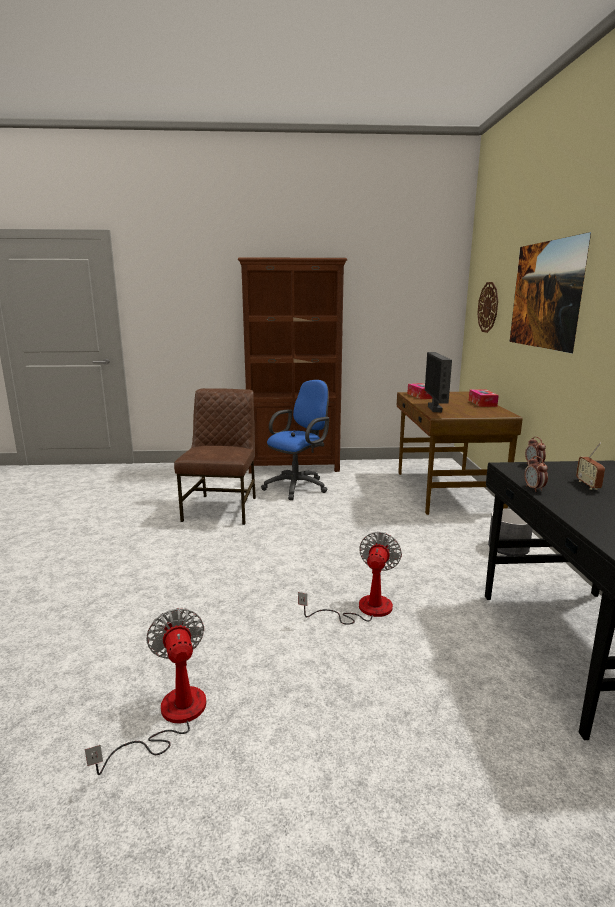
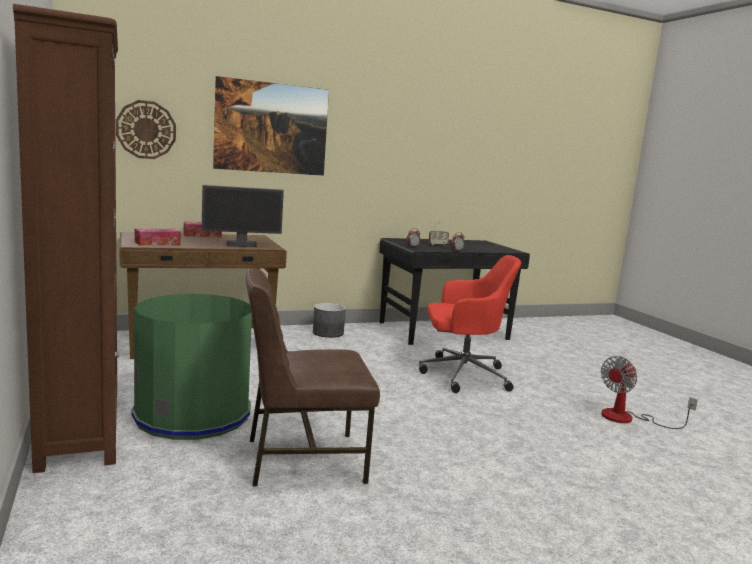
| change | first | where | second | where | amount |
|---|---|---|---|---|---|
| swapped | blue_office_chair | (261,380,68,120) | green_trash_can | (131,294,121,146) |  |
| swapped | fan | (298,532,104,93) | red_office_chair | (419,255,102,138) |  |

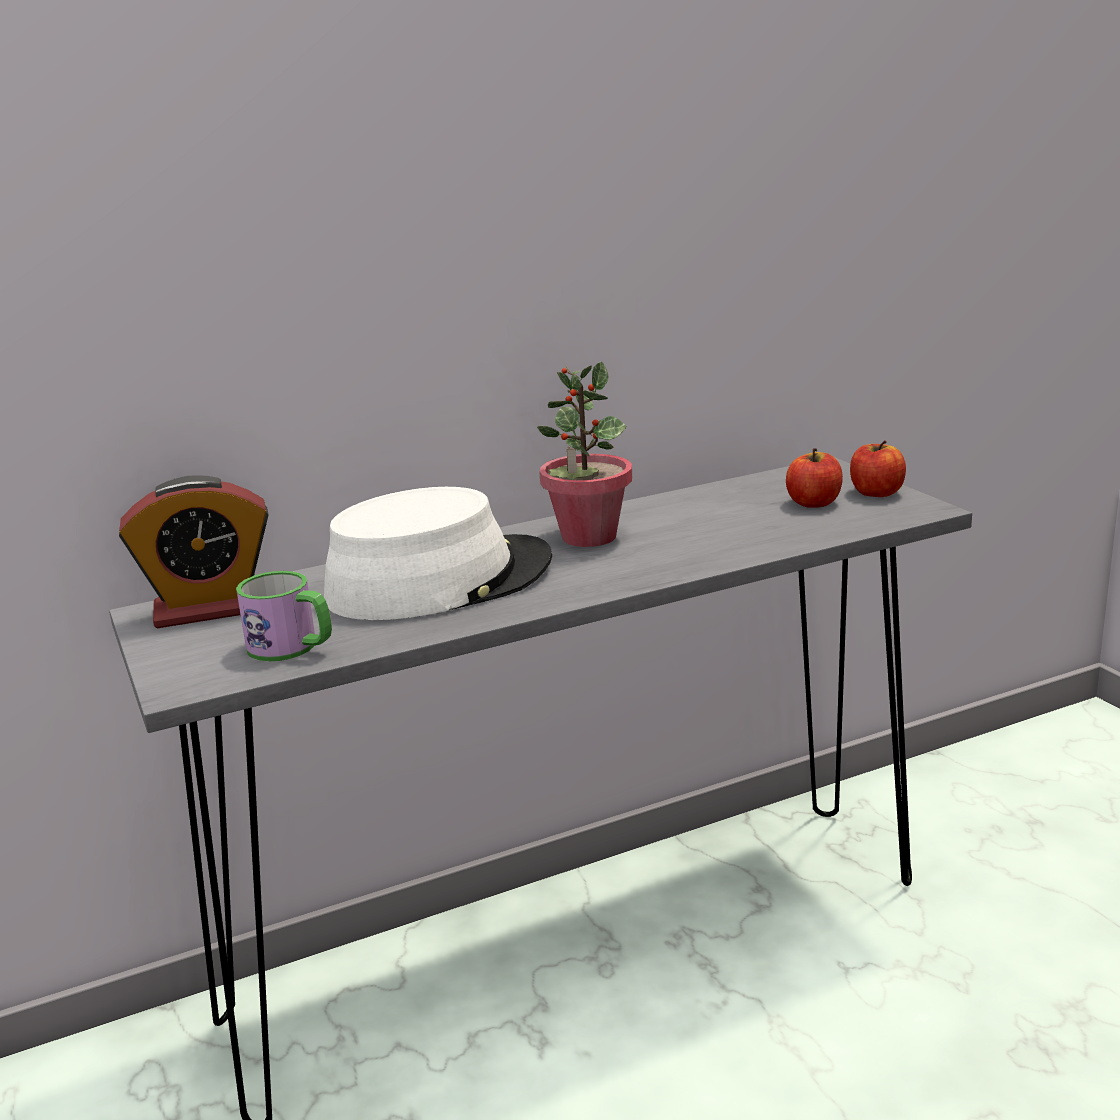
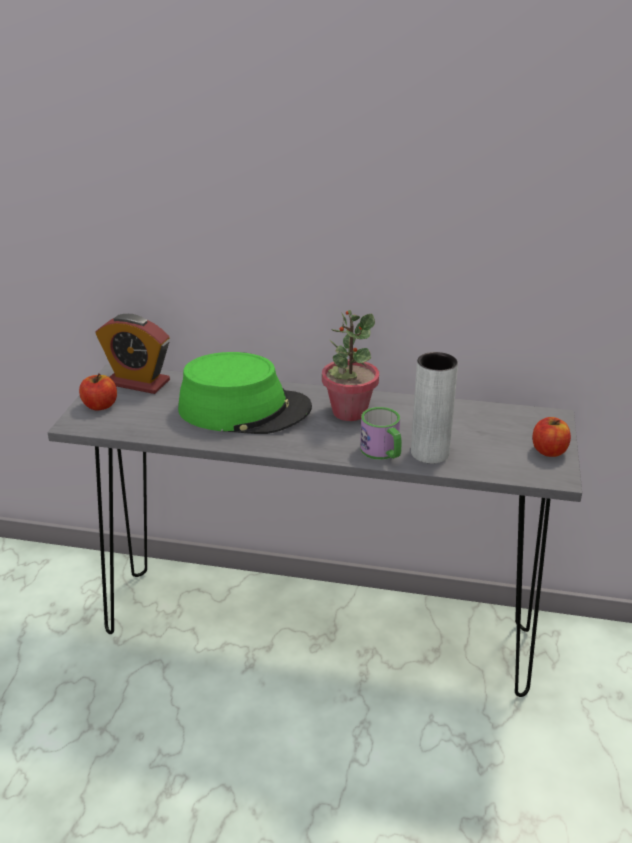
| change | first | where | second | where | amount |
|---|---|---|---|---|---|
| shifted | apple | (786,448,57,60) |  | (79,373,38,38) |  |
| repainted | white_hat | (324,487,228,133) | green_hat | (178,352,134,82) |  |
| shifted | mug | (236,571,96,91) |  | (360,407,42,52) |  |
| new |  |  | grey_vase | (411,352,47,112) |  |

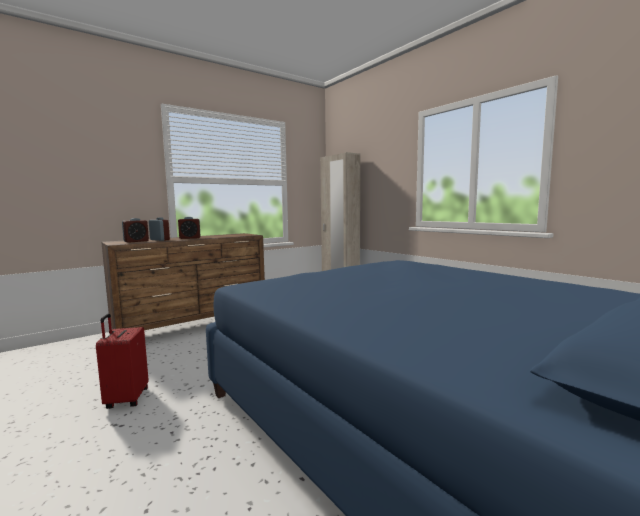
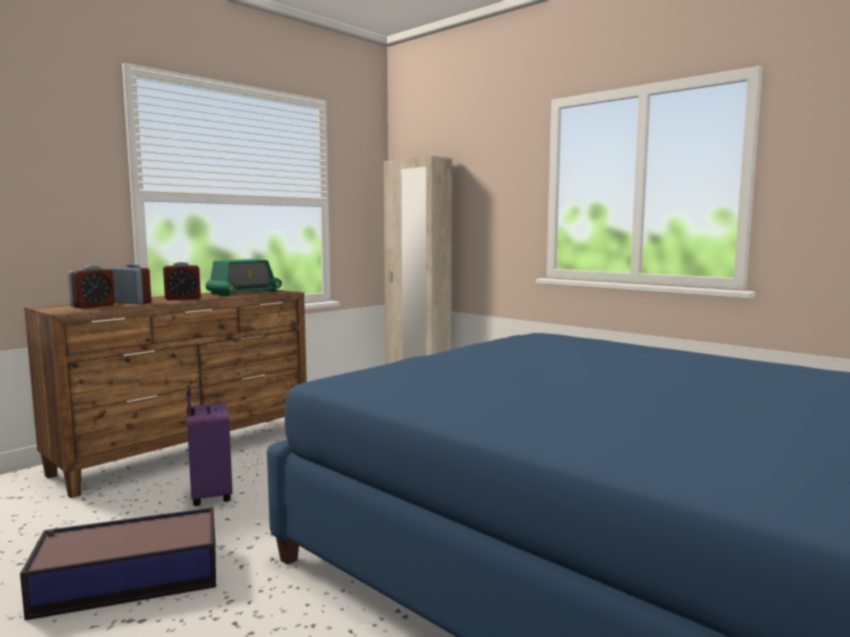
| change | first | where | second | where | amount |
|---|---|---|---|---|---|
| swapped | red_suitcase | (96,314,53,95) | storage_box | (20,507,196,113) |  |
| new |  |  | purple_suitcase | (186,385,47,121) |  |
| new |  |  | radio | (205,259,77,37) |  |

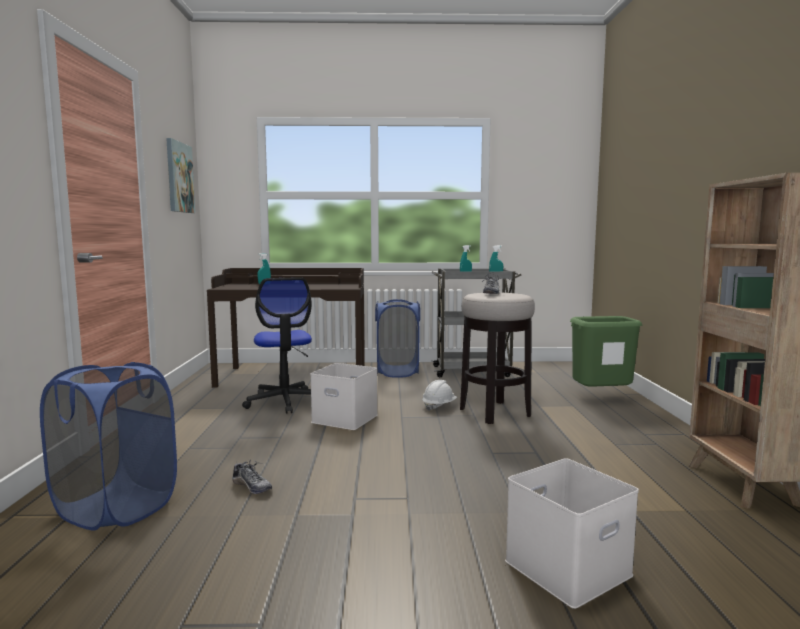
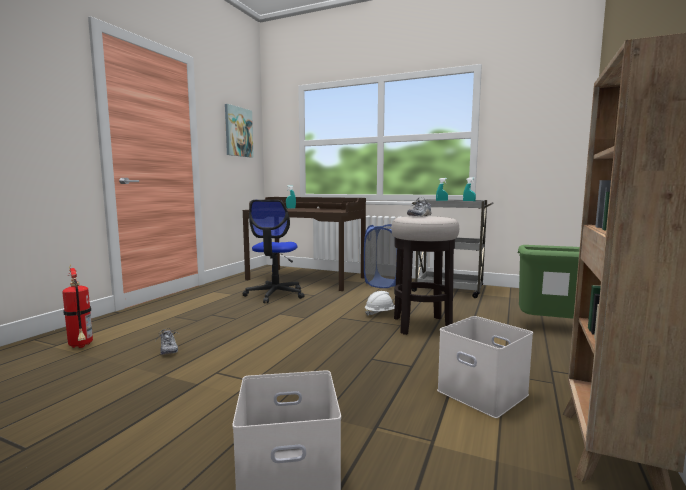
| change | first | where | second | where | amount |
|---|---|---|---|---|---|
| swapped | blue_laundry_basket | (40,362,137,169) | fire_extinguisher | (62,268,31,80) |  |
| shifted | white_storage_box | (310,363,67,67) |  | (437,316,96,102) |  |

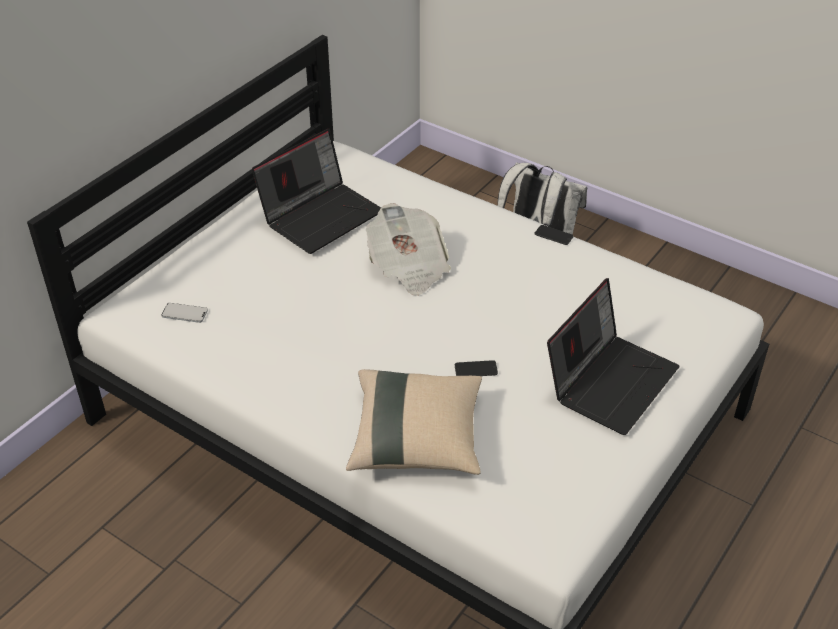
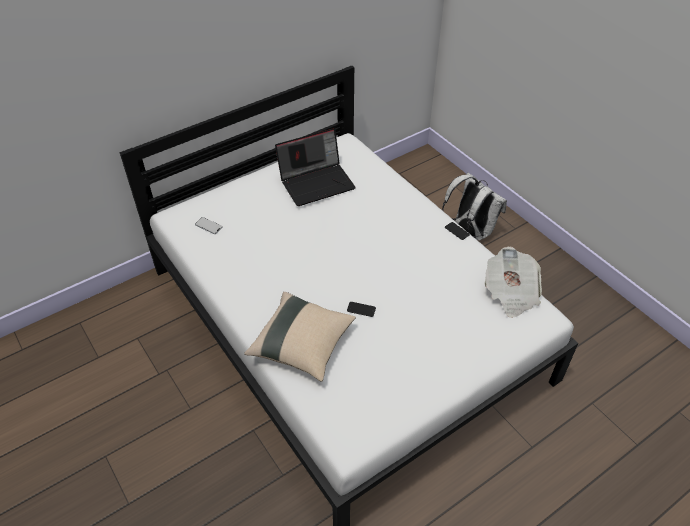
| change | first | where | second | where | amount |
|---|---|---|---|---|---|
| shifted | newspaper | (366,203,85,93) |  | (484,247,58,71) |  |
| gone | laptop | (547,278,133,157) |  |  |  |

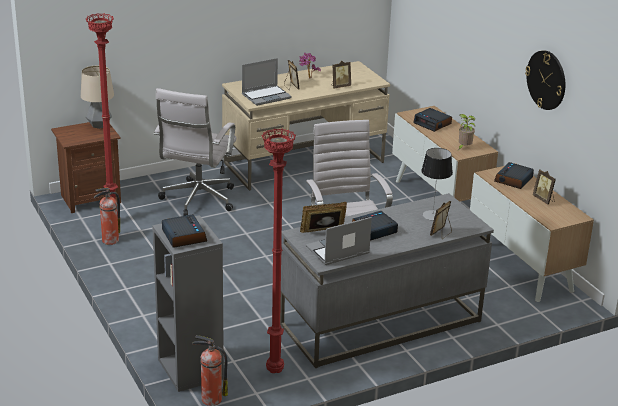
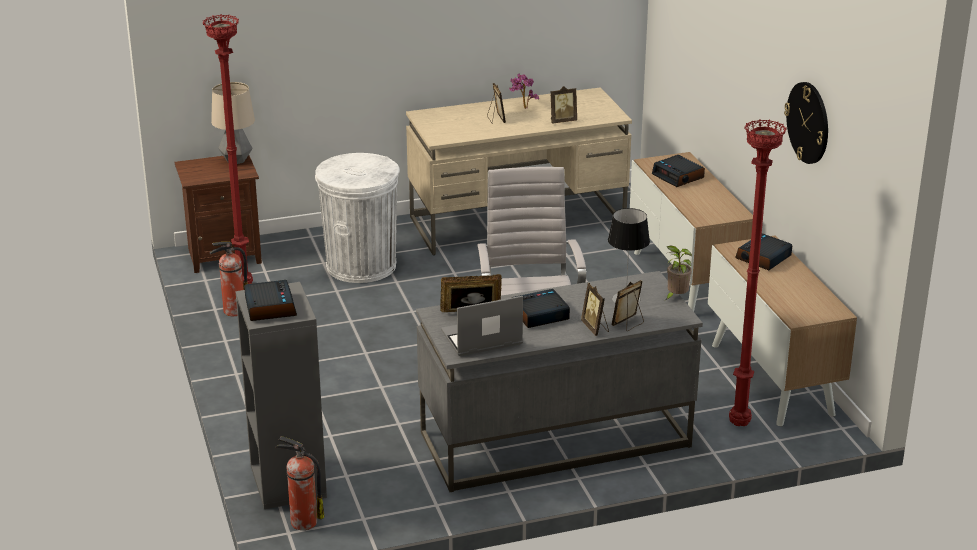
| change | first | where | second | where | amount |
|---|---|---|---|---|---|
| swapped | white_office_chair | (154,88,82,128) | white_trash_can | (315,153,85,130) |  |
| shifted | picture_frame | (533,169,23,36) |  | (581,283,28,53) |  |
| shifted | potted_plant | (458,114,17,36) |  | (666,246,26,54) |  |
| shifted | red_floor_lamp | (262,128,34,245) |  | (729,119,58,307) |  |
| gone | laptop | (242,58,50,48) |  |  |  |

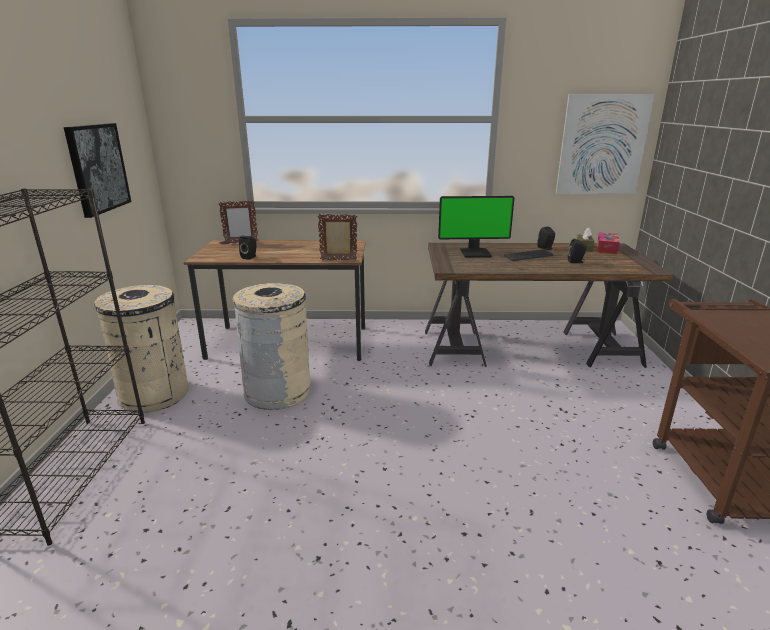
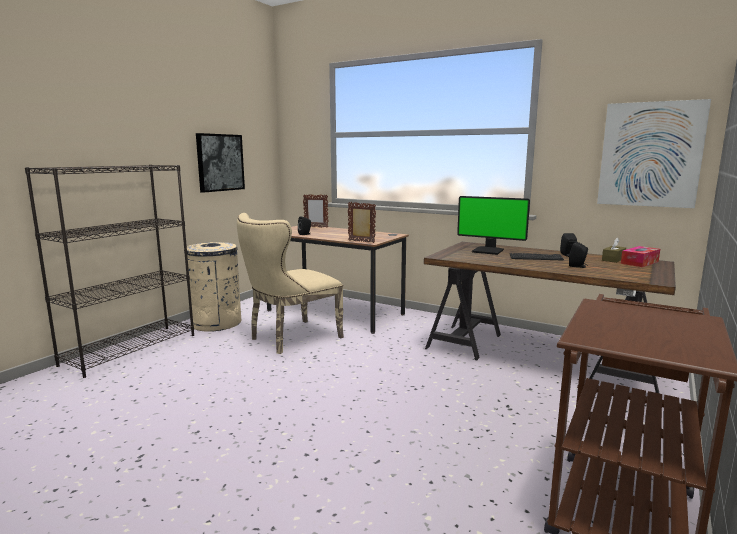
| change | first | where | second | where | amount |
|---|---|---|---|---|---|
| swapped | beige_trash_can | (233,283,77,127) | beige_chair | (237,213,107,141) |  |

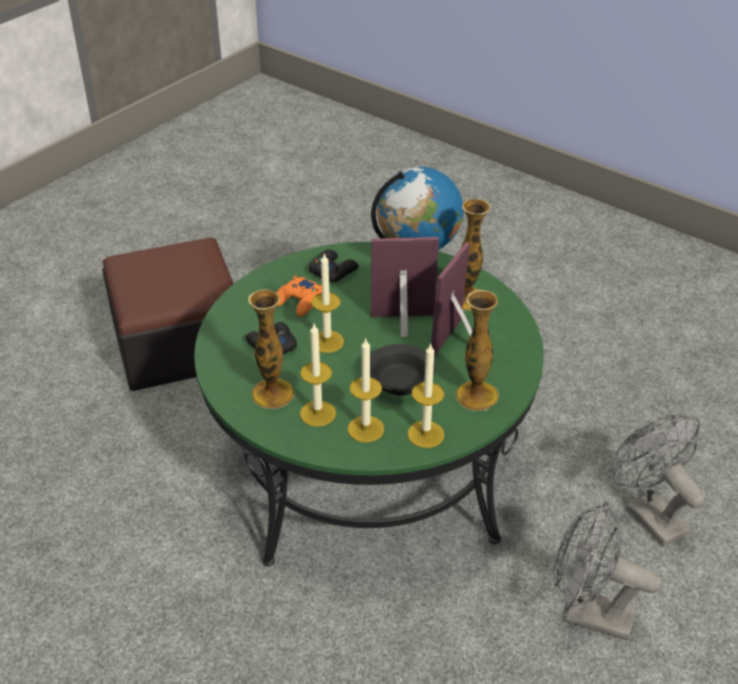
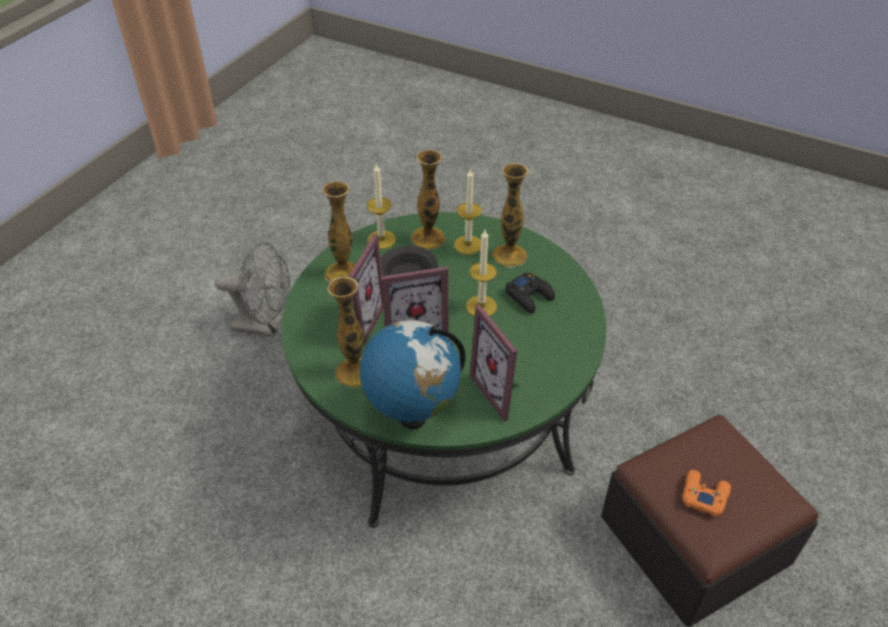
| change | first | where | second | where | amount |
|---|---|---|---|---|---|
| swapped | candle | (348,339,36,104) | vase | (411,150,34,100) |  |
| swapped | black_game_controller | (309,249,50,33) | picture_frame | (470,305,49,116) |  |
| shifted | orange_game_controller | (276,276,46,41) |  | (682,470,49,47) |  |
| gone | grey_fan | (612,414,92,132) |  |  |  |

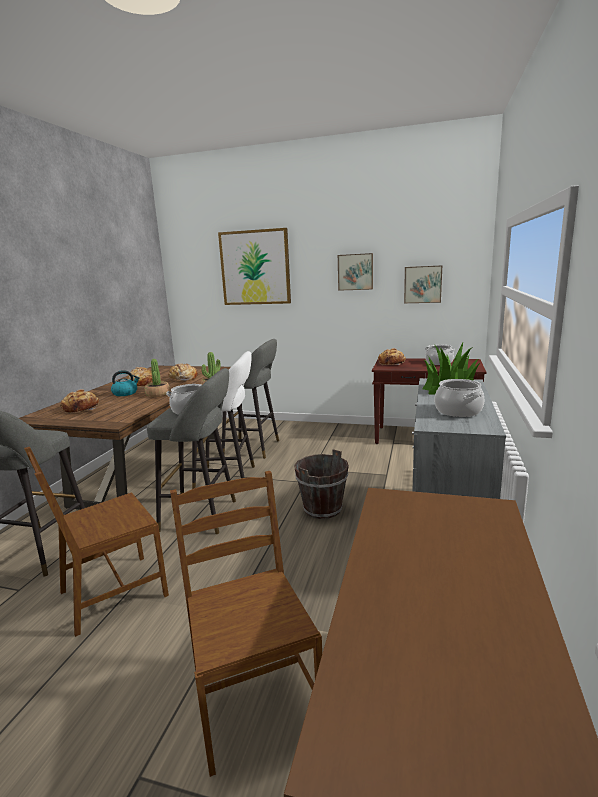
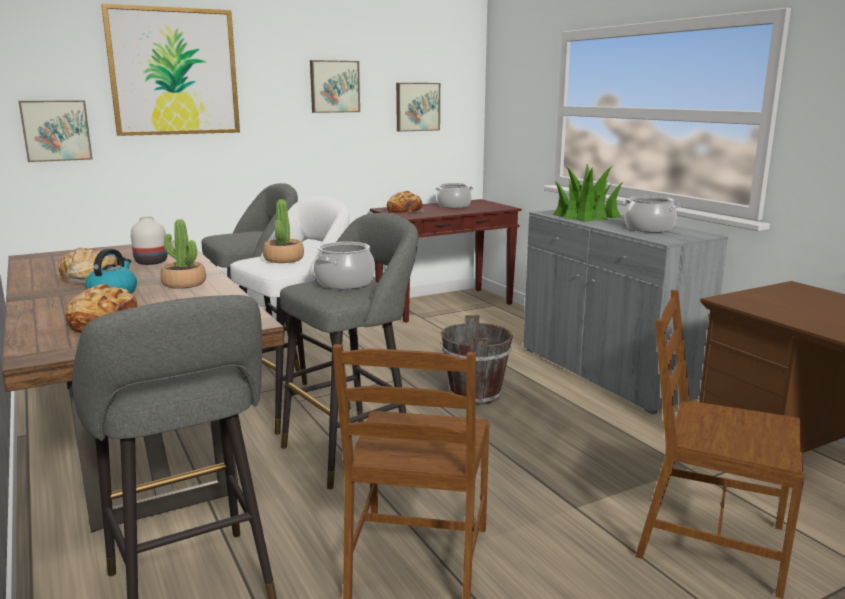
| change | first | where | second | where | amount |
|---|---|---|---|---|---|
| new |  |  | picture | (19,100,74,62) |  |
| swapped | bread | (168,363,30,18) | white_vase | (131,216,37,49) |  |

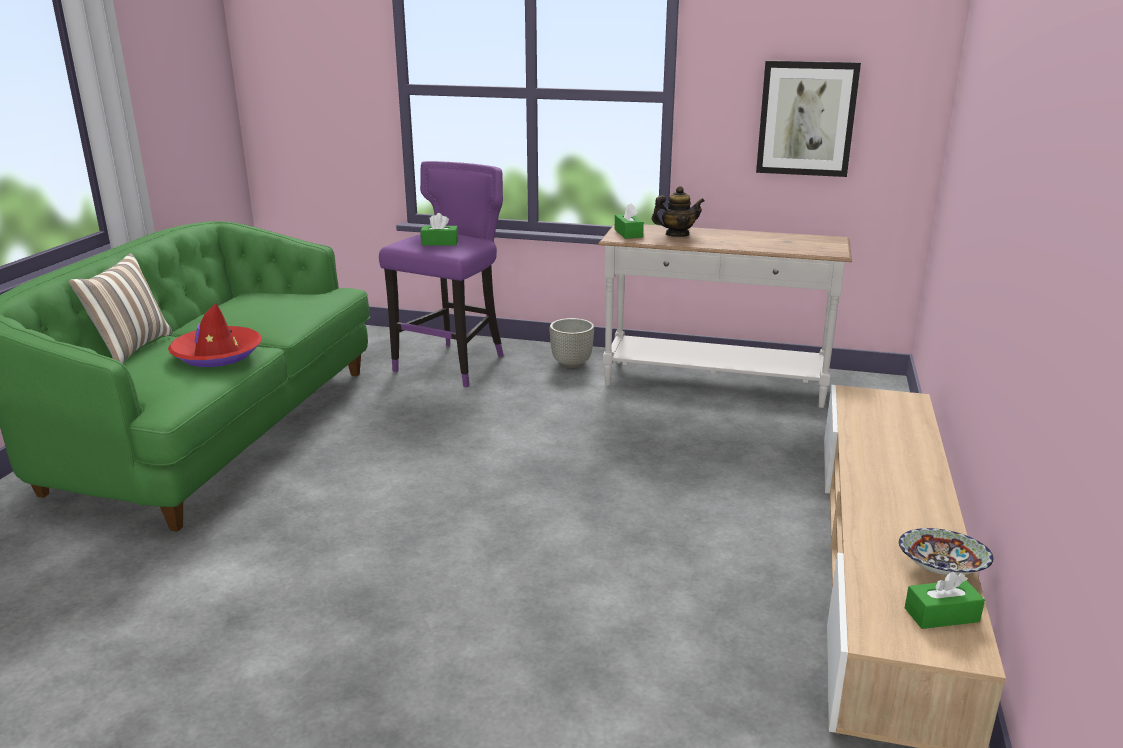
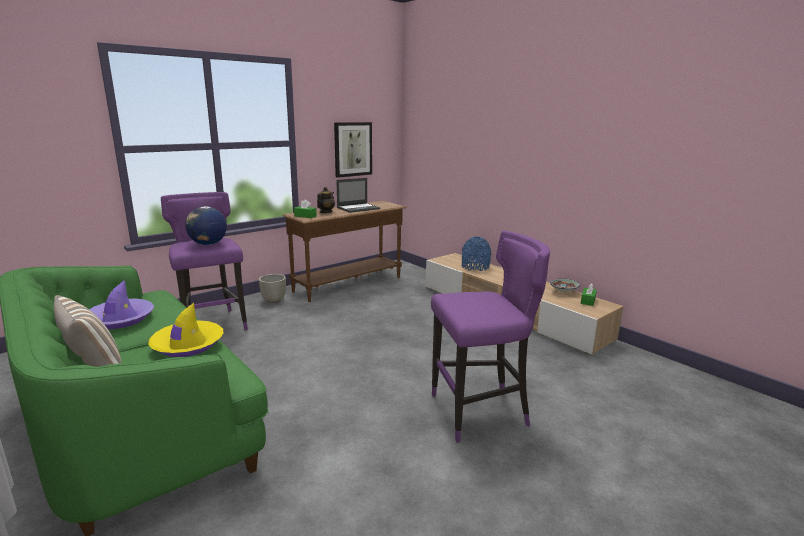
| change | first | where | second | where | amount |
|---|---|---|---|---|---|
| new |  |  | purple_hat | (89,280,65,49) |  |
| repainted | red_hat | (168,303,94,64) | yellow_hat | (148,303,76,54) |  |
| swapped | green_tissue_box | (420,213,38,33) | globe | (185,206,42,39) |  |
| repainted | white_console_table | (598,224,254,184) | brown_console_table | (283,201,124,101) |  |
| new |  |  | laptop | (336,178,44,35) |  |
| new |  |  | purple_stool | (431,231,119,212) |  |
| new |  |  | blue_vase | (462,237,29,34) |  |

